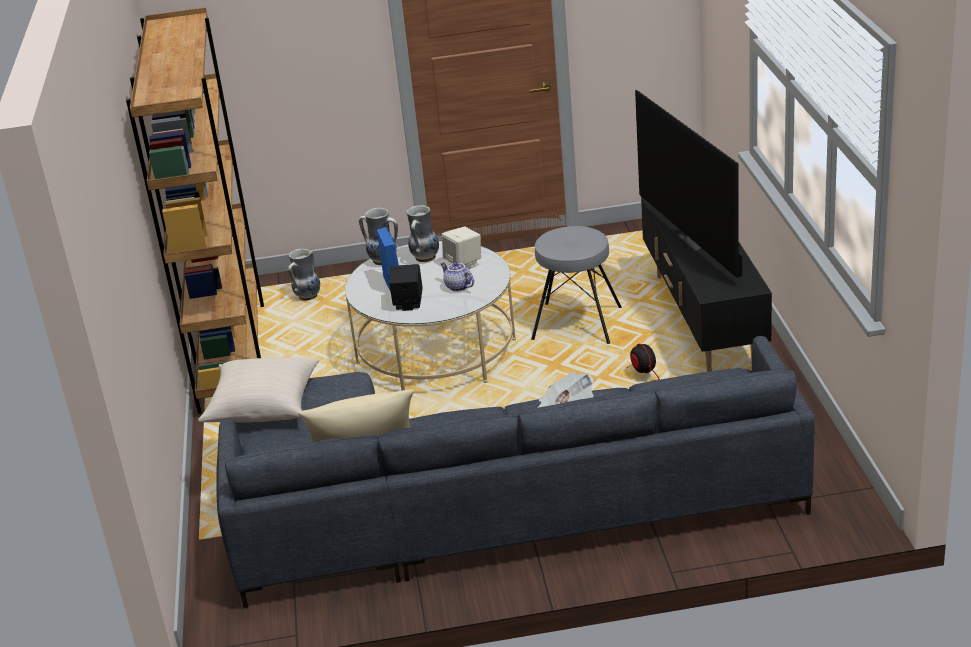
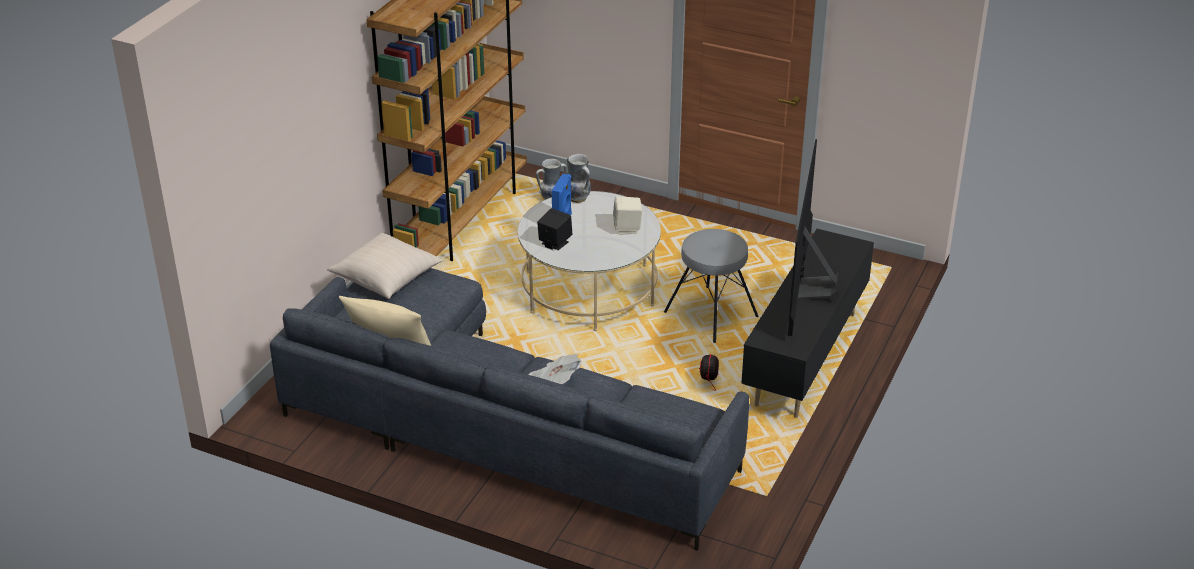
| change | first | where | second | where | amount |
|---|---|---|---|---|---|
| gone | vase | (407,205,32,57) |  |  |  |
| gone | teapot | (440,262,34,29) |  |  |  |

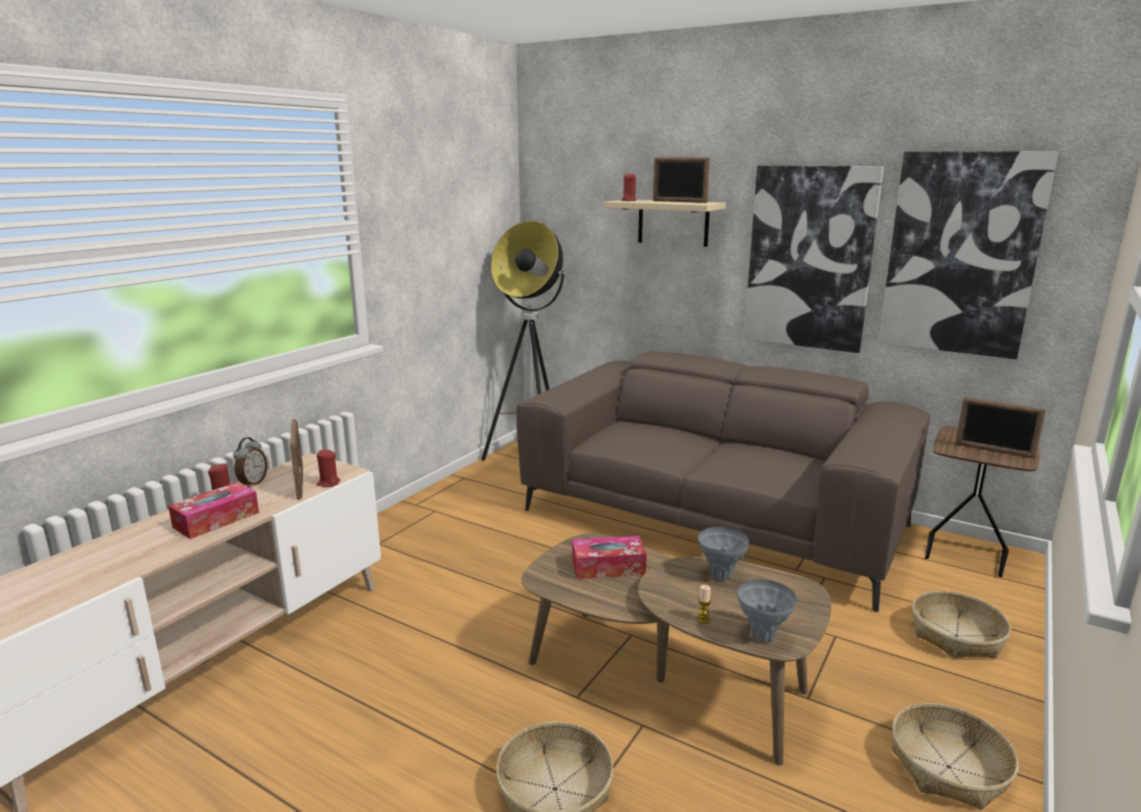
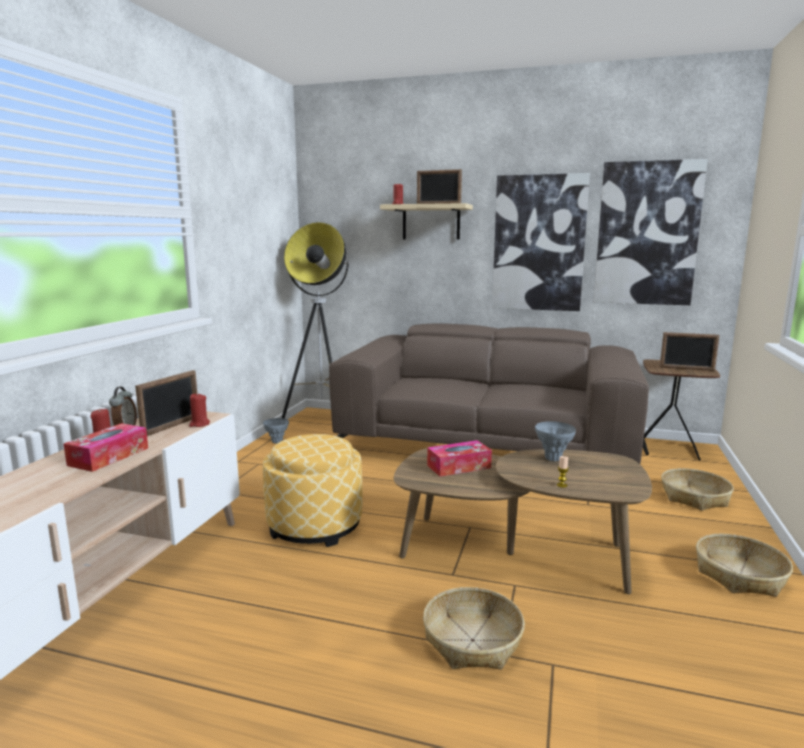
| change | first | where | second | where | amount |
|---|---|---|---|---|---|
| rotated | picture_frame | (290,419,13,81) |  | (135,370,62,66) | 60 degrees clockwise |
| shifted | grey_vase | (737,580,60,63) |  | (263,418,26,26) |  |
| new |  |  | ottoman | (263,434,99,113) |  |

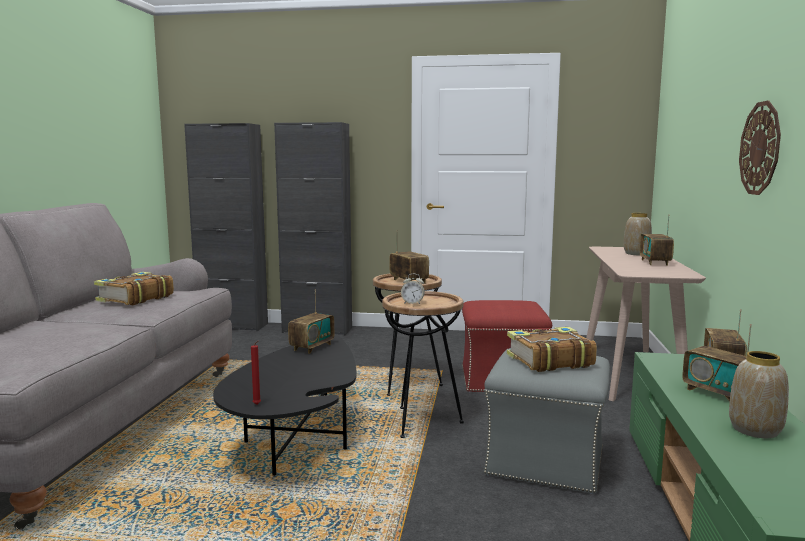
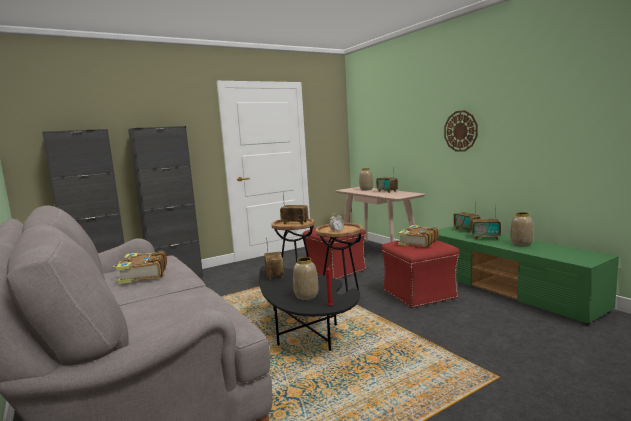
| change | first | where | second | where | amount |
|---|---|---|---|---|---|
| new |  |  | vase | (293,257,25,43) |  |
| repainted | grey_ottoman | (484,348,126,146) | red_ottoman | (381,240,79,68) |  |

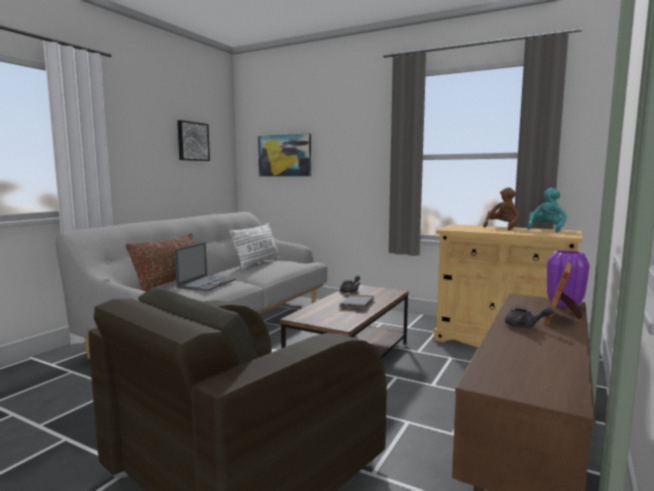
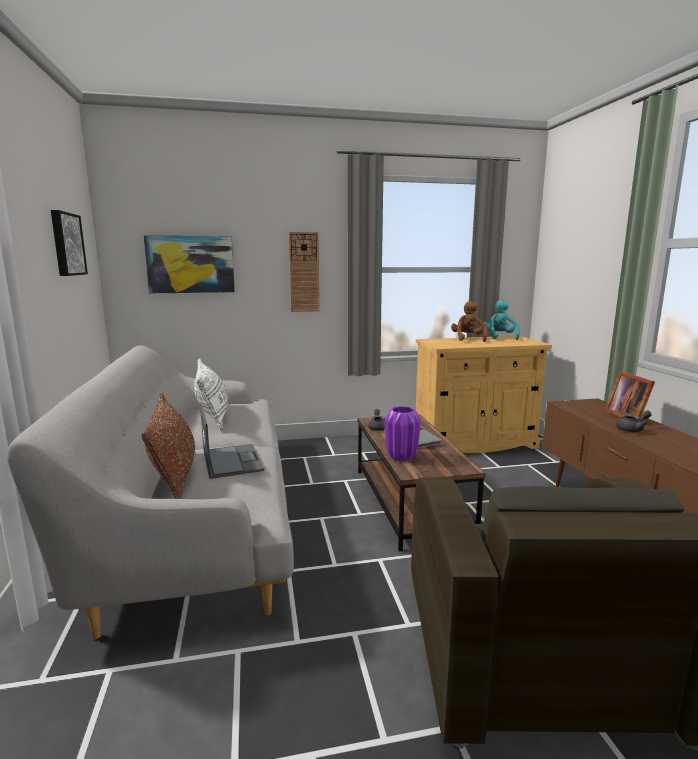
| change | first | where | second | where | amount |
|---|---|---|---|---|---|
| new |  |  | wall_clock | (289,232,31,80) |  |
| shifted | purple_vase | (547,250,43,57) |  | (385,406,36,55) |  |

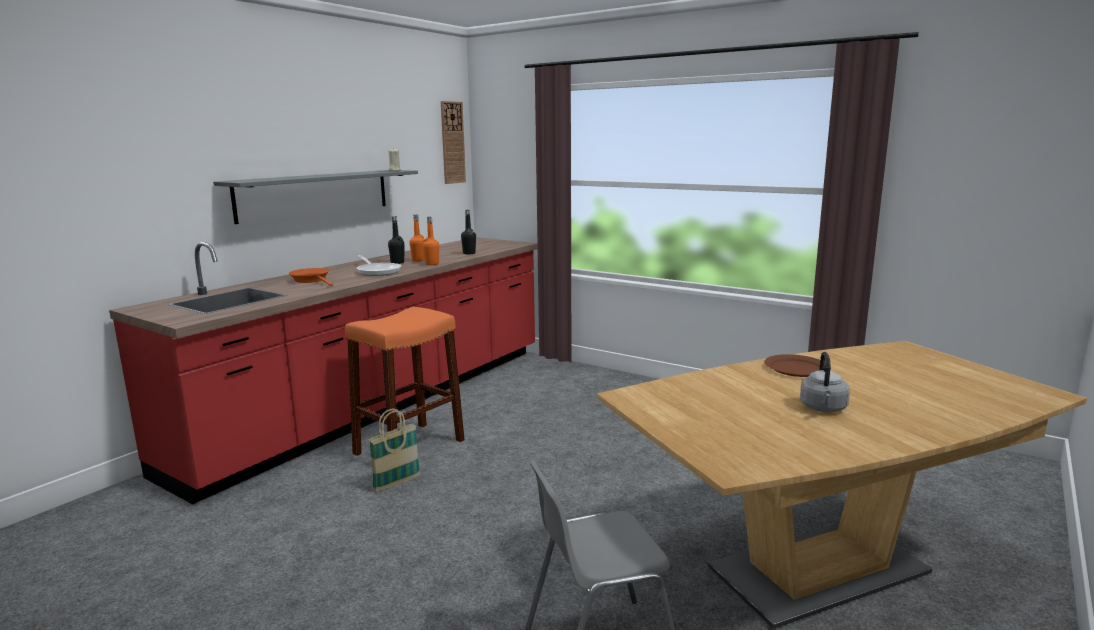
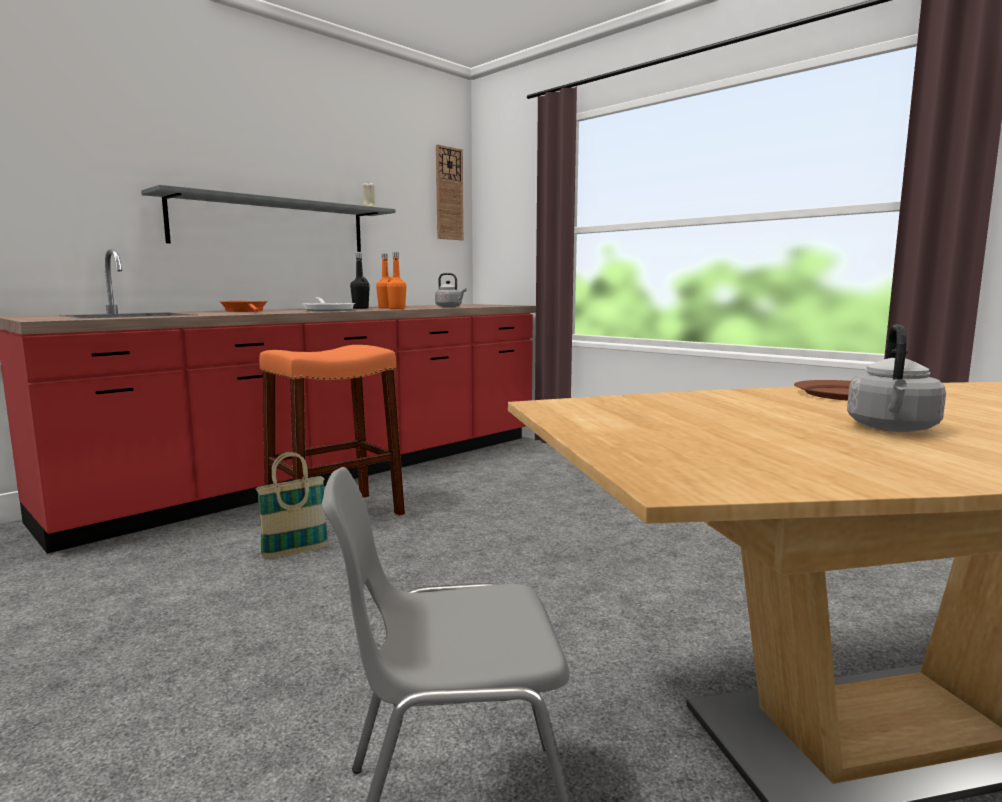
| change | first | where | second | where | amount |
|---|---|---|---|---|---|
| swapped | black_bottle | (461,210,15,44) | grey_kettle | (435,273,31,34) |  |

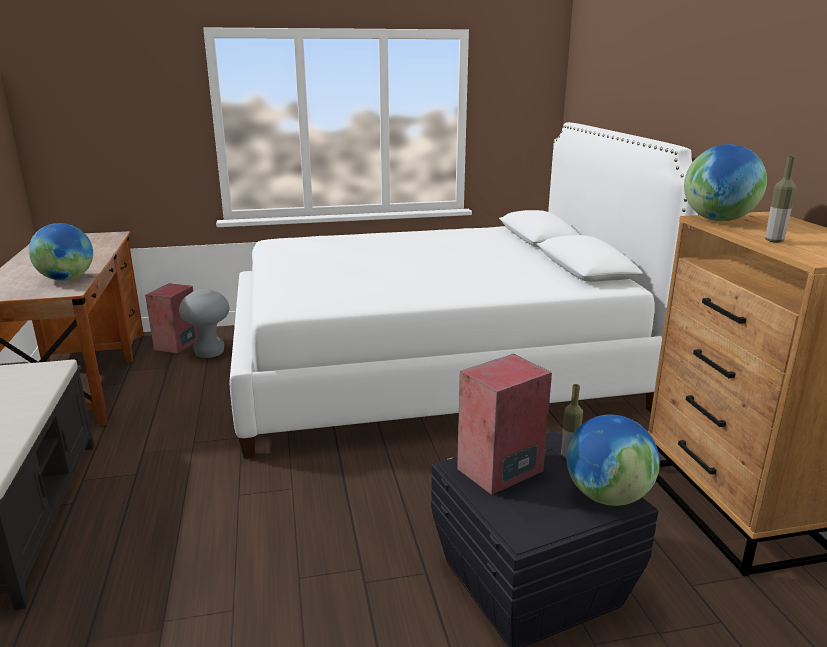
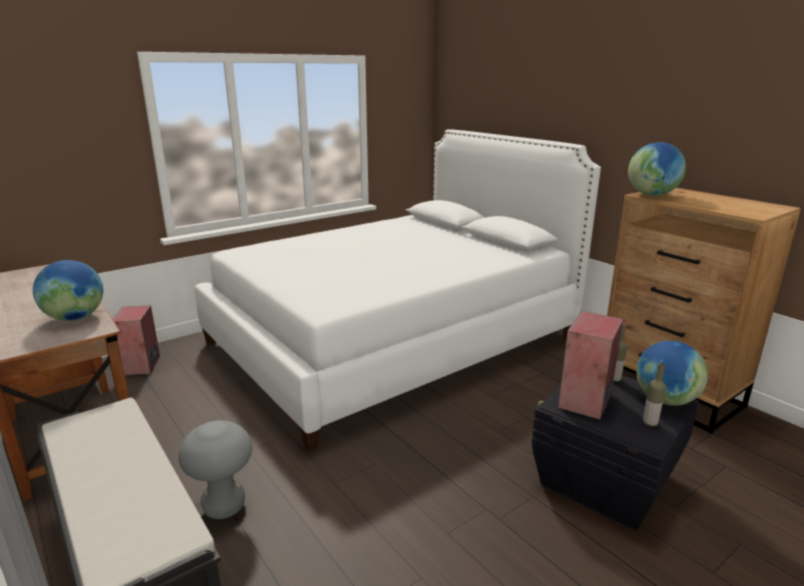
| change | first | where | second | where | amount |
|---|---|---|---|---|---|
| shifted | grey_stool | (179,289,50,69) |  | (178,420,74,99) |  |
| shifted | bottle | (765,156,31,87) |  | (643,363,23,64) |  |

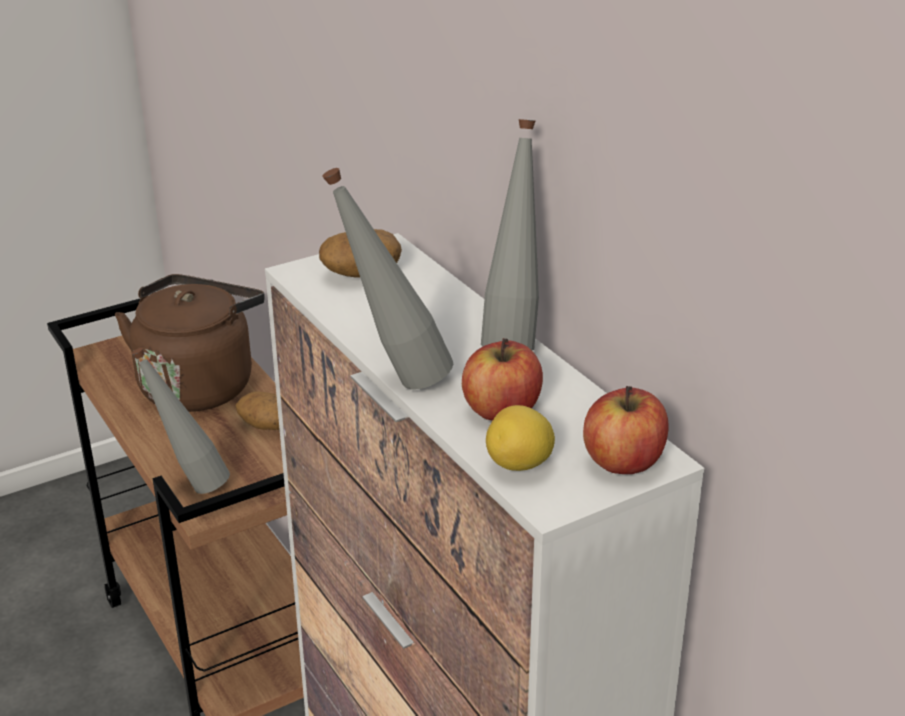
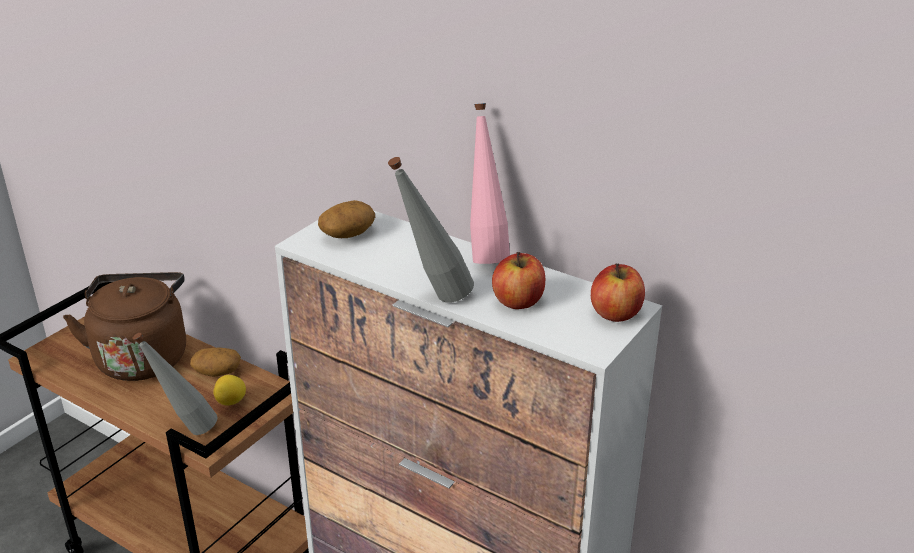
| change | first | where | second | where | amount |
|---|---|---|---|---|---|
| shifted | lemon | (486,405,69,66) |  | (213,375,33,31) |  |
| repainted | grey_bottle | (481,119,58,231) | pink_bottle | (470,103,40,161) |  |

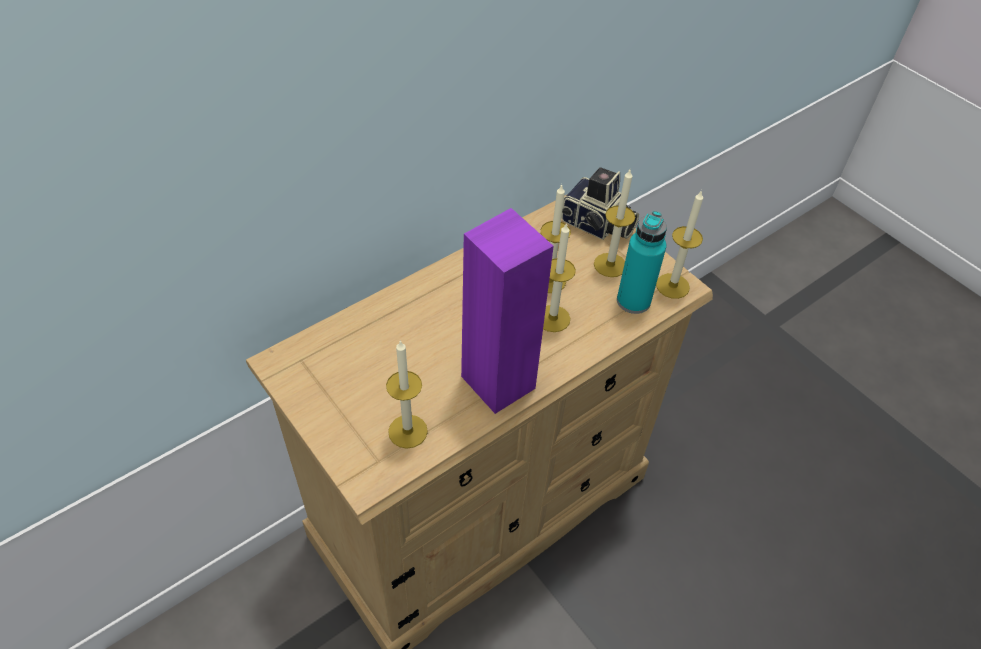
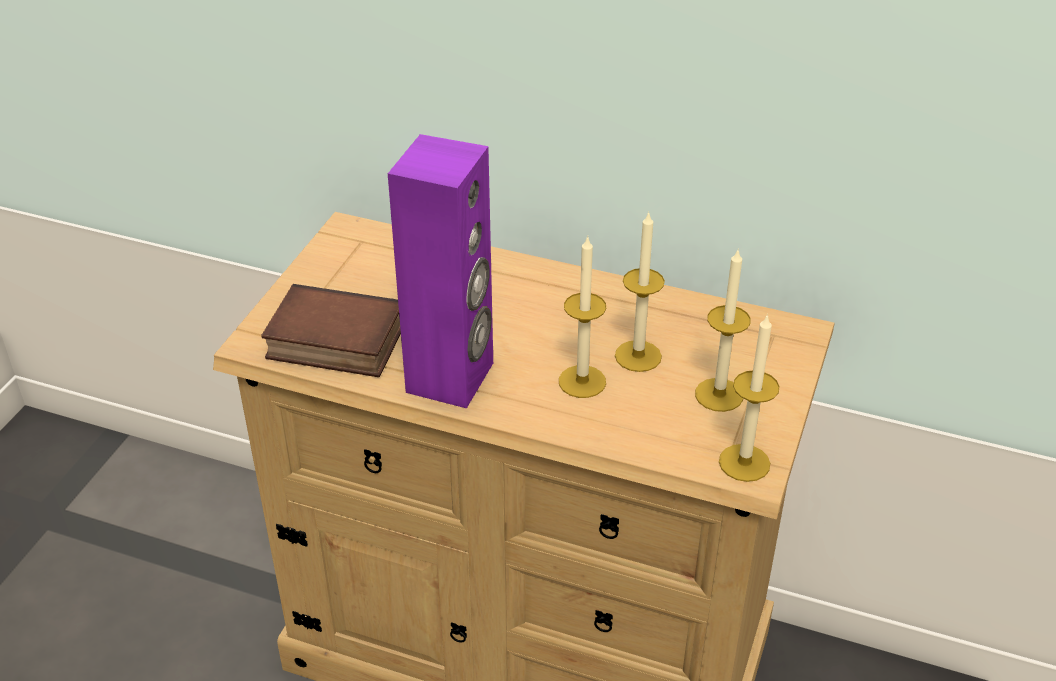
| change | first | where | second | where | amount |
|---|---|---|---|---|---|
| swapped | candle | (386,340,42,109) | book | (261,284,140,93) |  |
| gone | photo_camera | (561,167,78,73) |  |  |  |
| gone | turquoise_bottle | (617,211,50,103) |  |  |  |

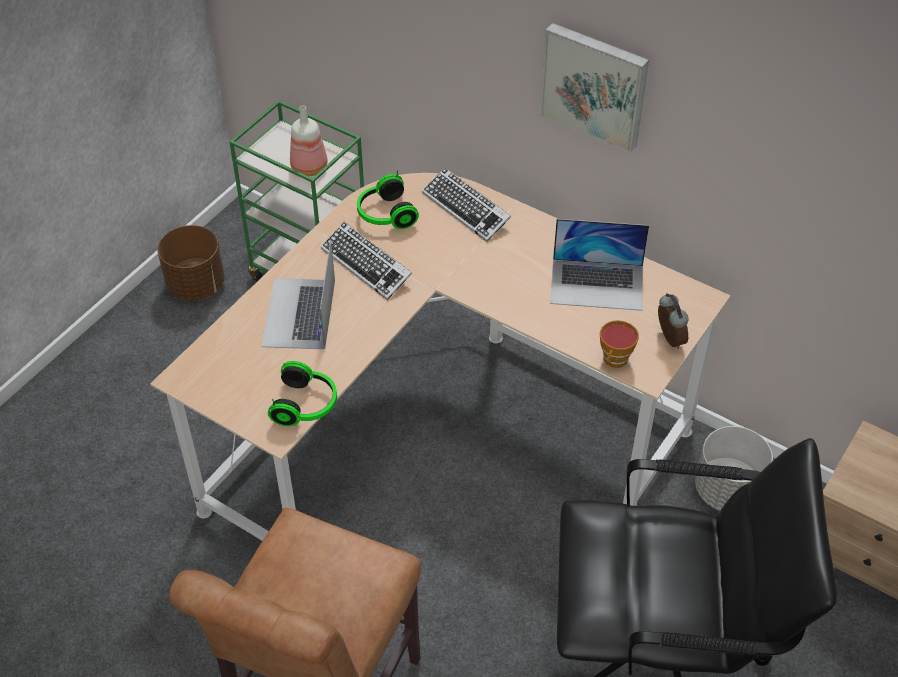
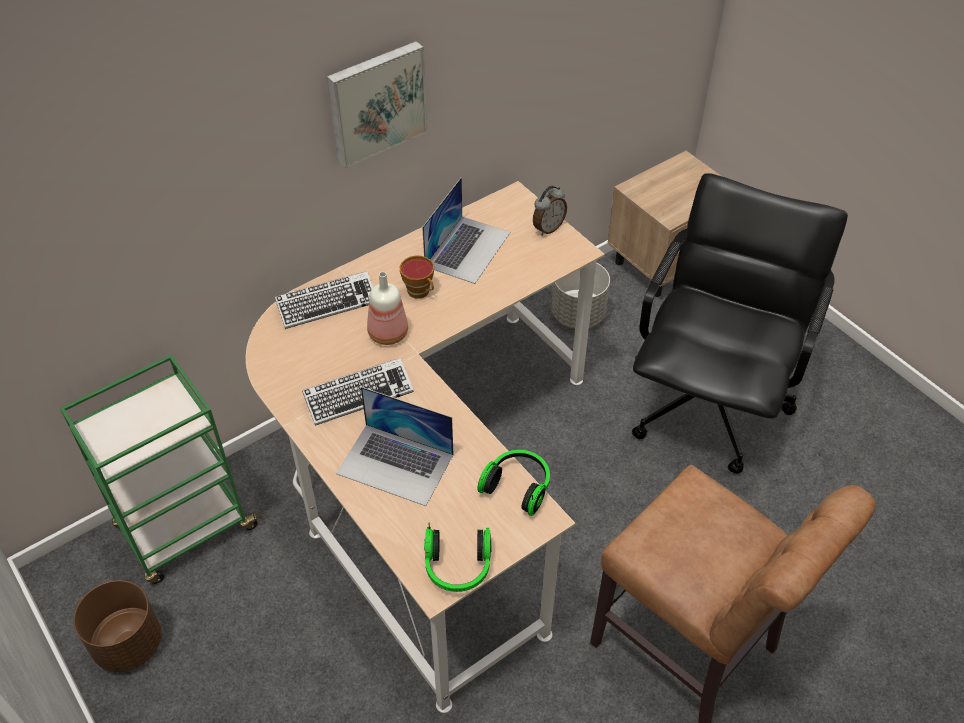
| change | first | where | second | where | amount |
|---|---|---|---|---|---|
| shifted | bottle | (290,106,38,70) |  | (367,272,41,73) |  |
| shifted | cup | (600,320,39,48) |  | (400,255,34,44) |  |
| shifted | headphones | (357,170,62,59) |  | (424,523,68,69) |  |
| rotated | alarm_clock | (658,293,31,56) |  | (533,186,34,49) | 135 degrees clockwise |

